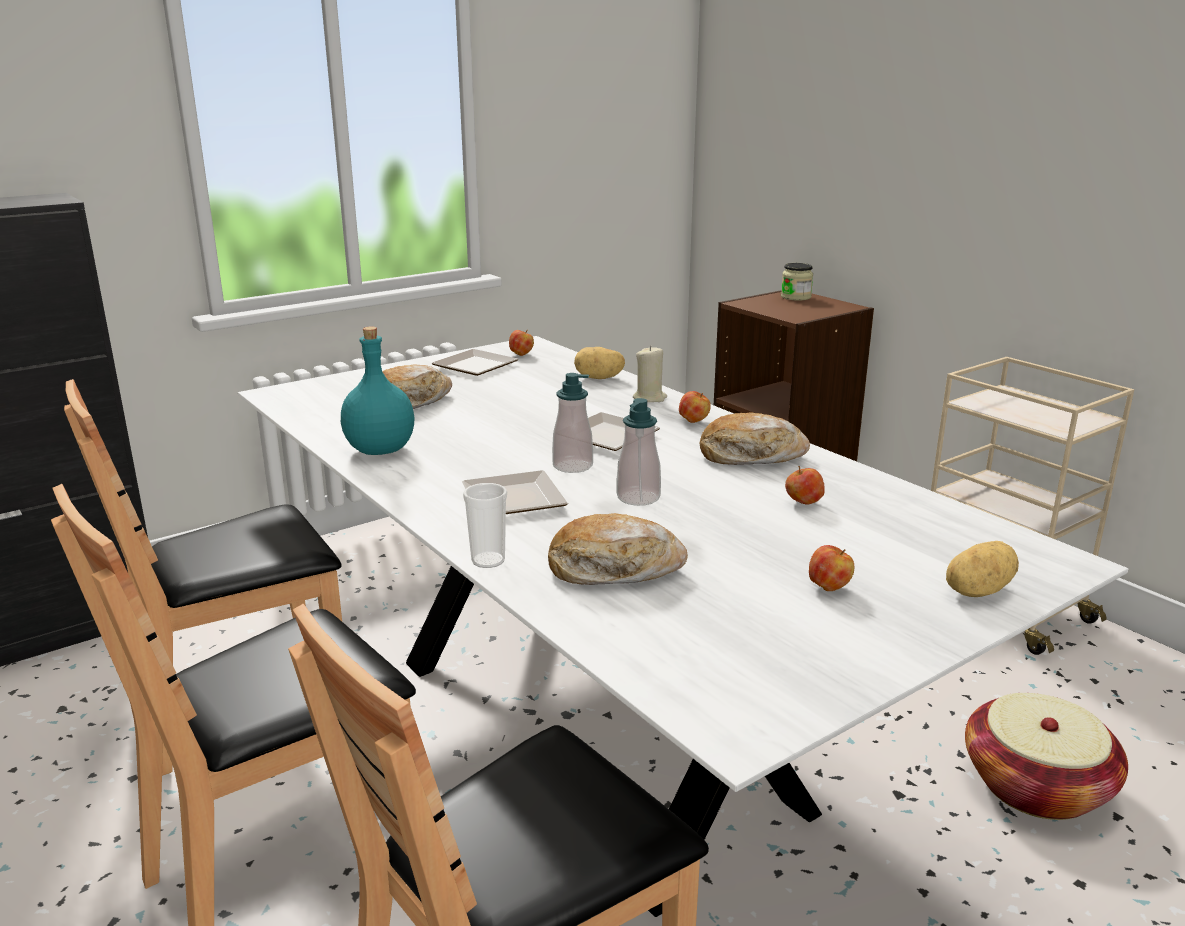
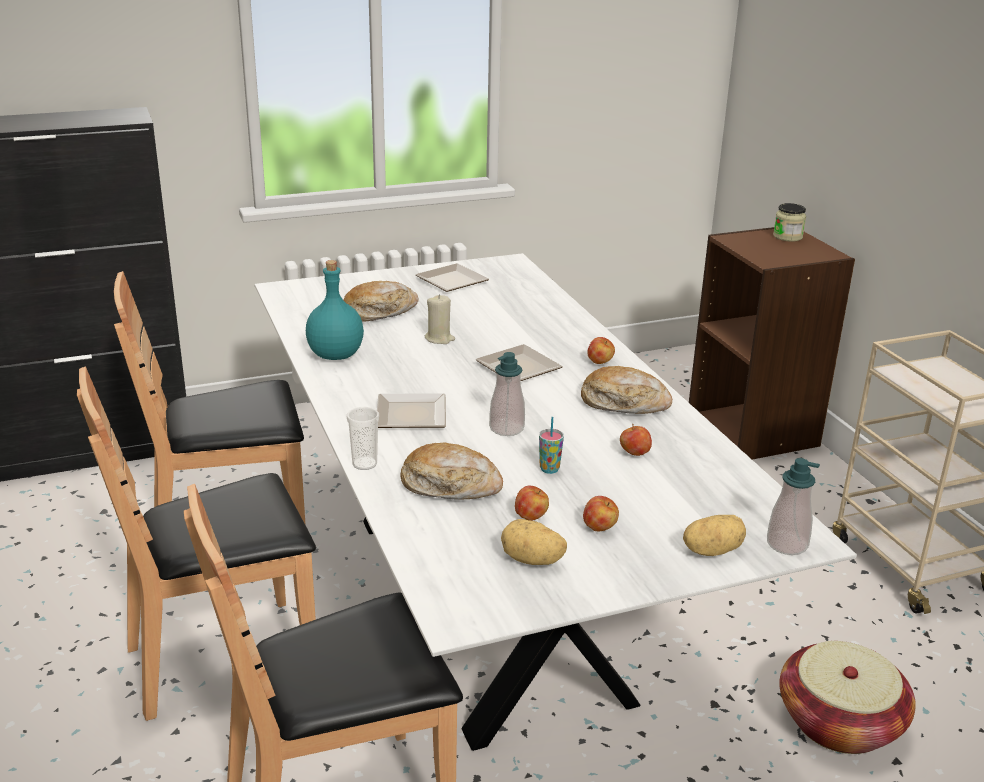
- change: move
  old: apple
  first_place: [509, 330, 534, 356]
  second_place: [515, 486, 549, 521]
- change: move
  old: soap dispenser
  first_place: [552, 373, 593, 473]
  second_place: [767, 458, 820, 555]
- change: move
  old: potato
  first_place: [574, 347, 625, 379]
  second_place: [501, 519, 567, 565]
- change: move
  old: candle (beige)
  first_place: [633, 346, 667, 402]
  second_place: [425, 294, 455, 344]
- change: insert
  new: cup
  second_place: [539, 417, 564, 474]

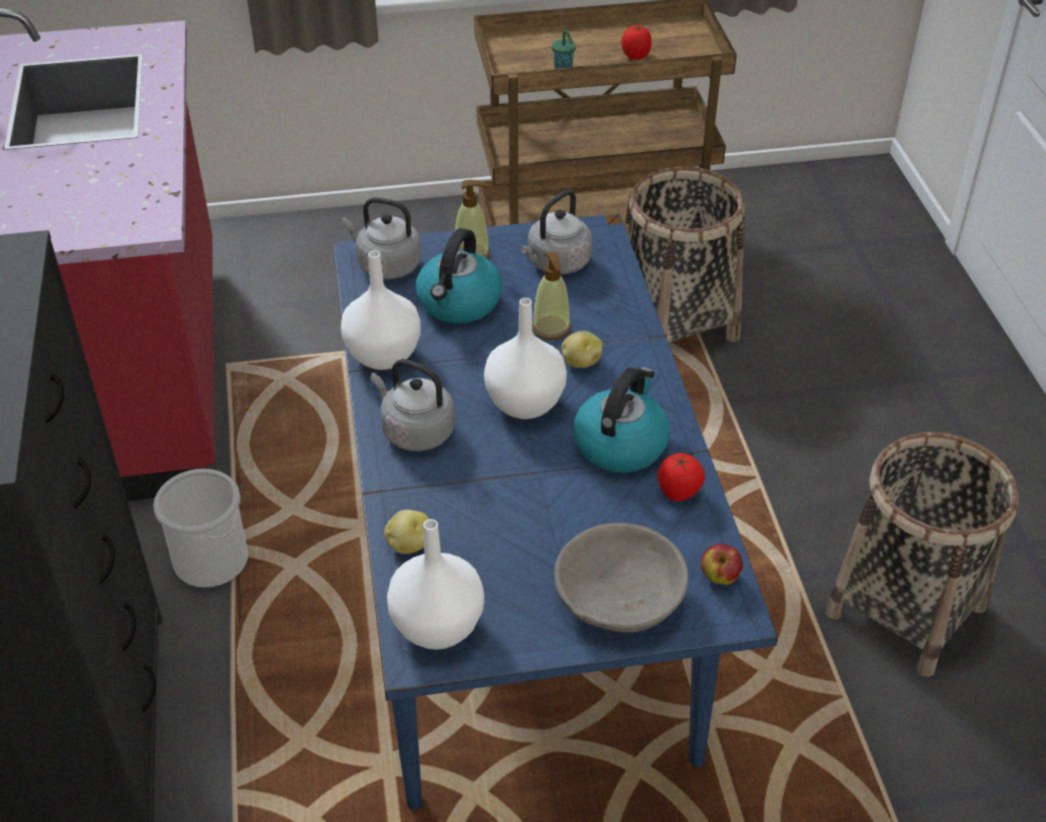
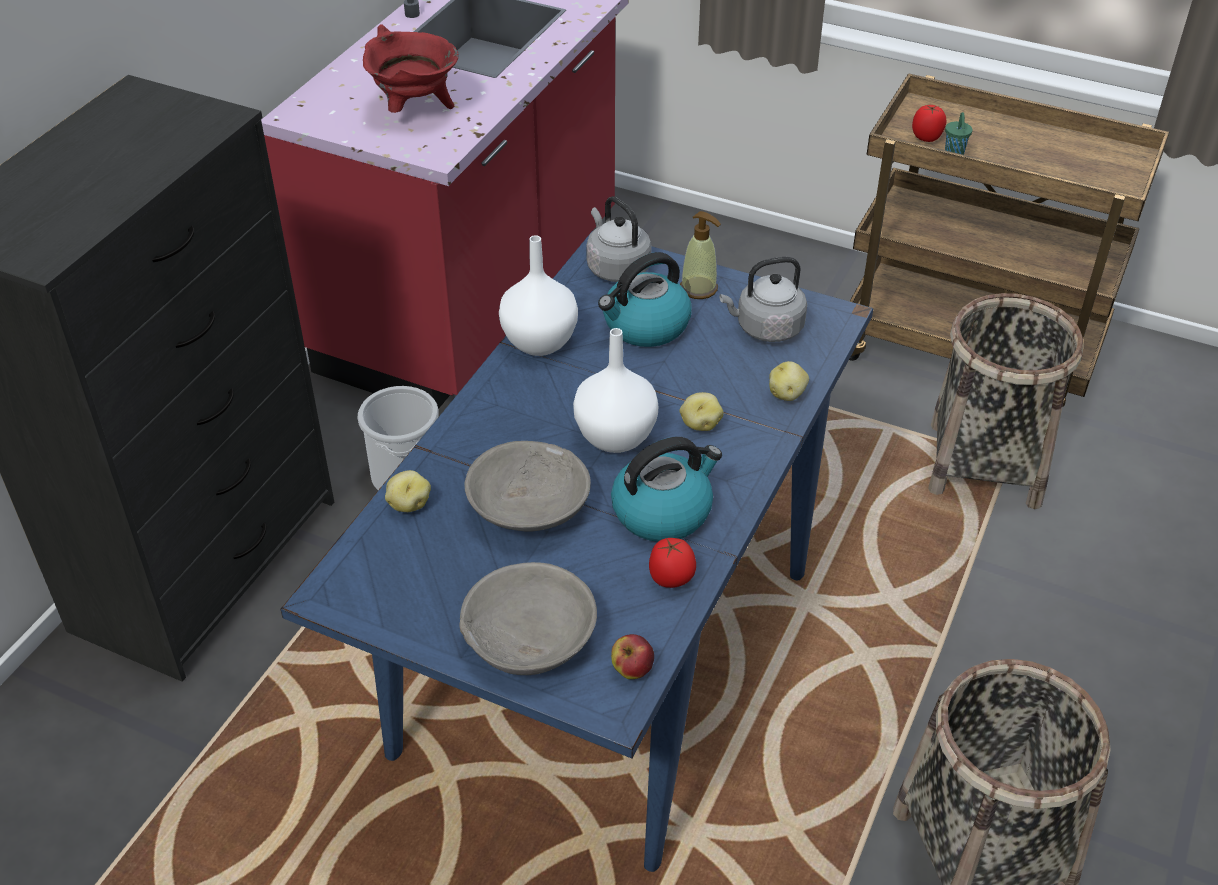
- change: delete
  old: kettle (grey)
  first_place: [370, 359, 455, 451]
- change: delete
  old: vase (white)
  first_place: [387, 519, 484, 650]
- change: delete
  old: soap dispenser
  first_place: [532, 252, 571, 340]
- change: move
  old: tomato
  first_place: [621, 25, 652, 59]
  second_place: [912, 105, 946, 142]
- change: insert
  new: cooking pot (red)
  second_place: [363, 24, 458, 113]
- change: insert
  new: bowl (grey)
  second_place: [464, 441, 591, 532]
- change: insert
  new: potato
  second_place: [769, 361, 809, 401]

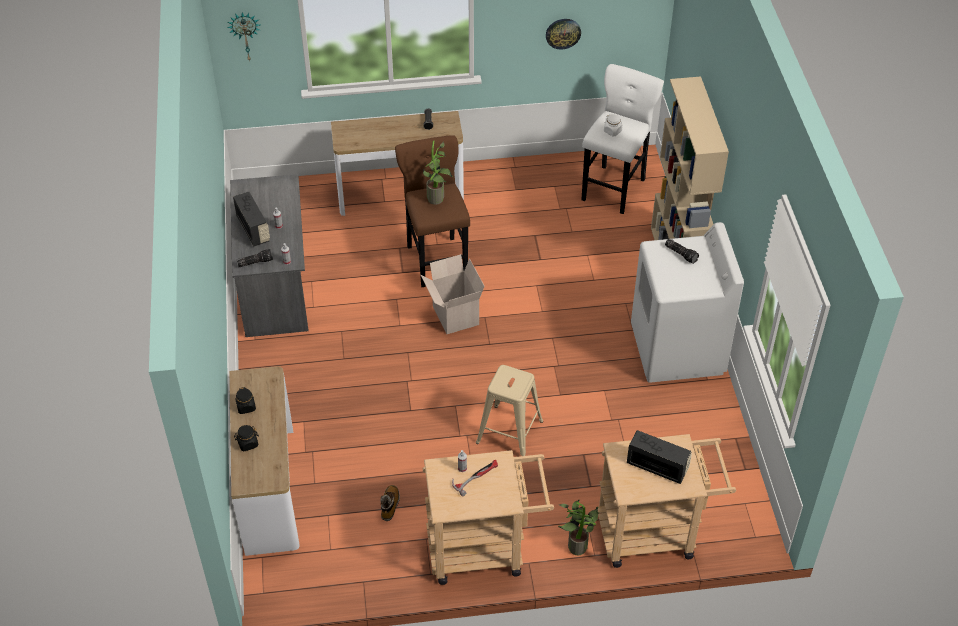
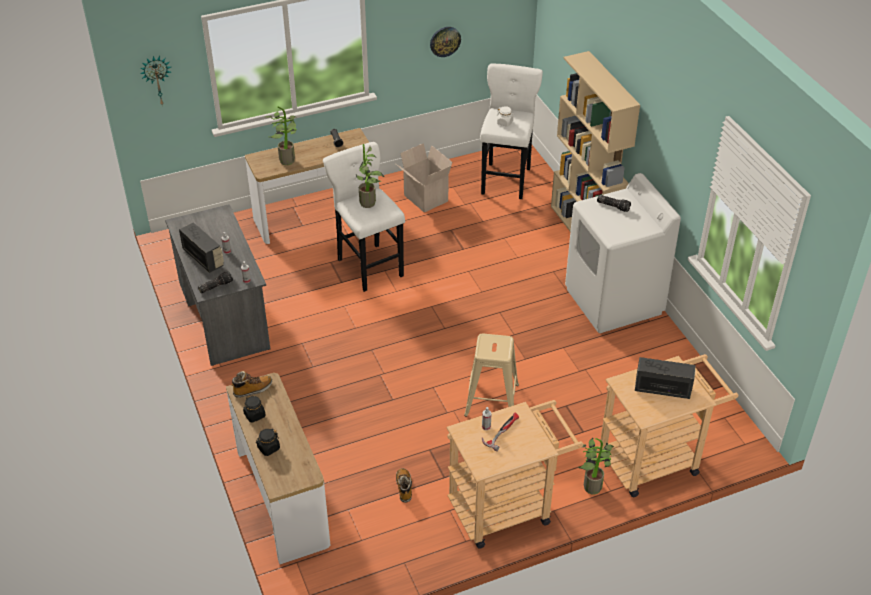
- change: recolor
  old: stool (brown)
  new: stool (white)
  first_place: [395, 135, 470, 287]
  second_place: [323, 142, 405, 292]
- change: move
  old: cardboard box
  first_place: [421, 254, 485, 334]
  second_place: [396, 143, 452, 213]
- change: insert
  new: boot
  second_place: [231, 371, 272, 398]
- change: insert
  new: potted plant
  second_place: [265, 106, 296, 165]

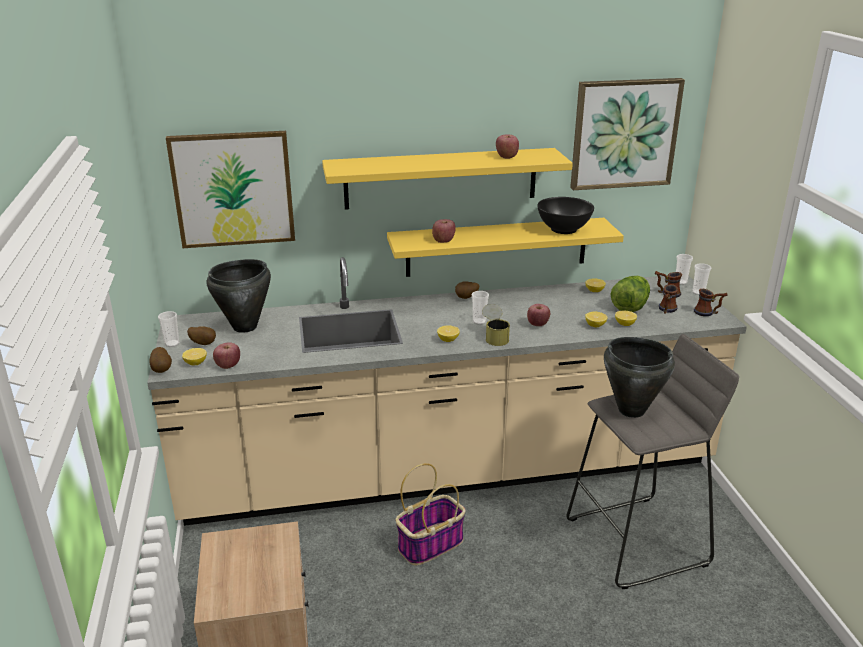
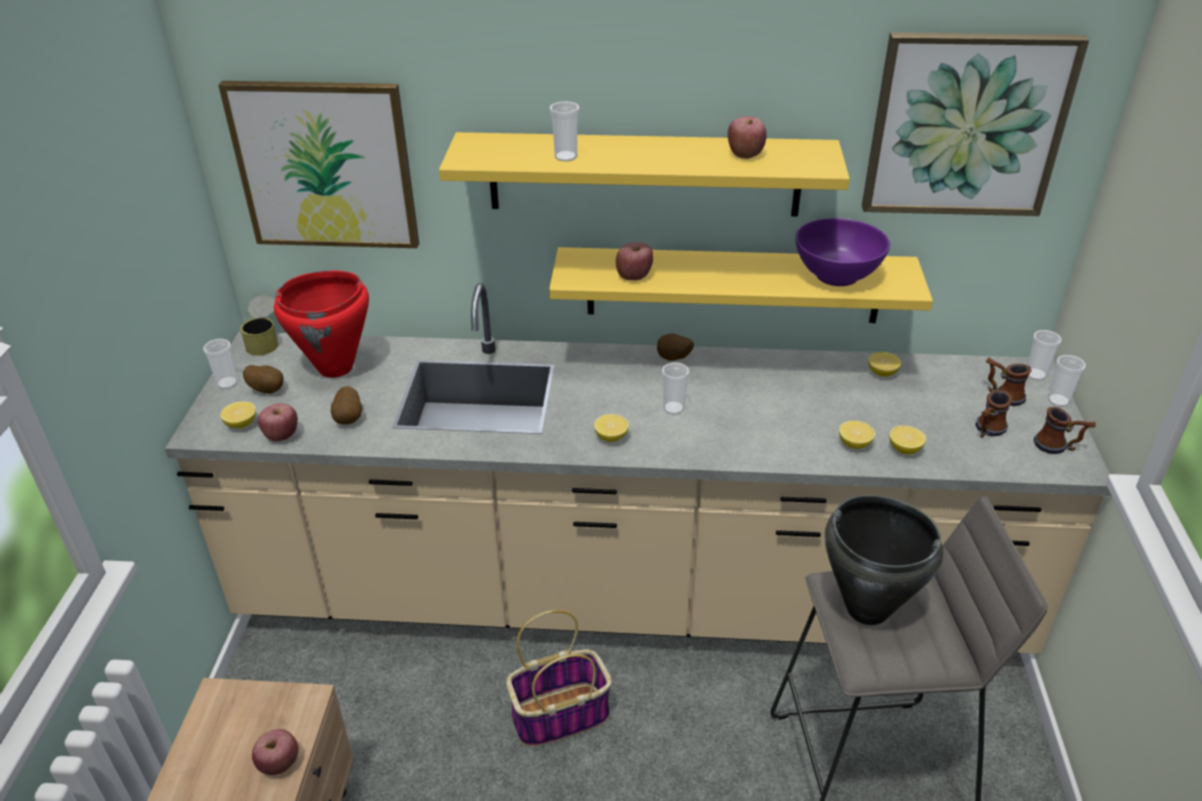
- change: move
  old: potato
  first_place: [149, 347, 172, 373]
  second_place: [331, 386, 362, 425]
- change: recolor
  old: cooking pot (black)
  new: cooking pot (red)
  first_place: [207, 259, 271, 333]
  second_place: [274, 271, 369, 378]
- change: move
  old: can
  first_place: [482, 304, 510, 346]
  second_place: [240, 295, 279, 356]
- change: move
  old: apple
  first_place: [527, 304, 550, 326]
  second_place: [252, 729, 299, 775]
- change: recolor
  old: bowl (black)
  new: bowl (purple)
  first_place: [537, 197, 594, 234]
  second_place: [795, 218, 890, 286]
- change: delete
  old: lettuce
  first_place: [610, 276, 650, 312]
- change: insert
  new: cup
  second_place: [549, 101, 580, 161]

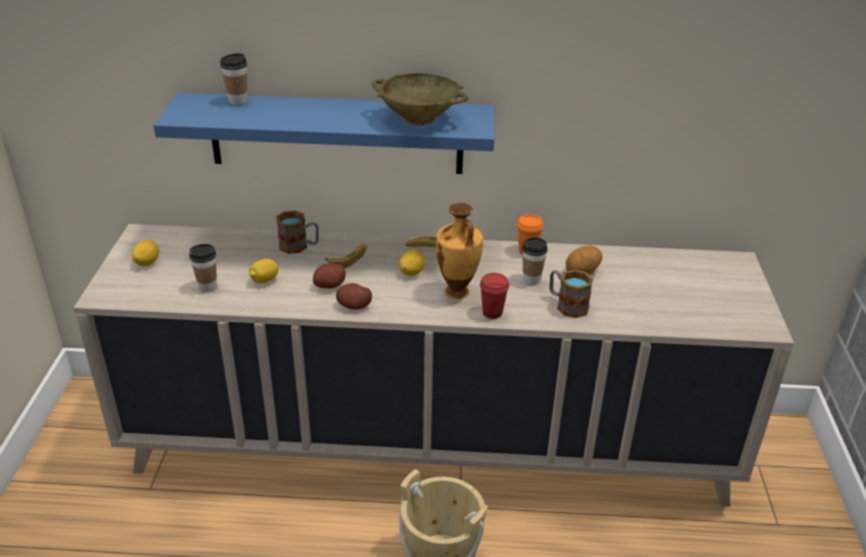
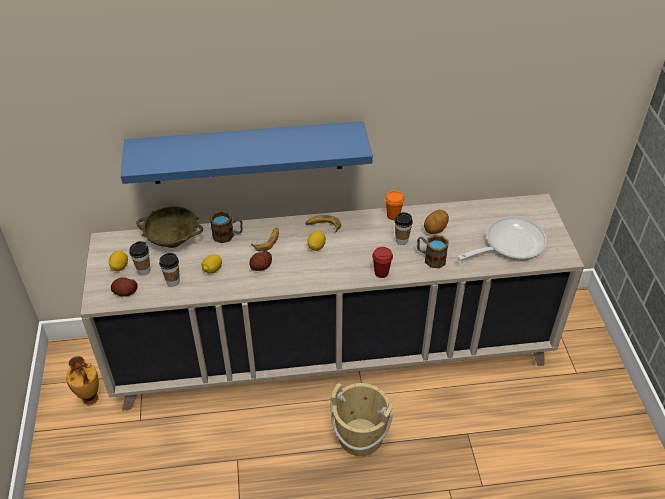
- change: move
  old: cup
  first_place: [220, 53, 247, 105]
  second_place: [129, 241, 151, 275]
- change: move
  old: potato
  first_place: [336, 283, 372, 310]
  second_place: [111, 277, 137, 297]
- change: move
  old: bowl (beige)
  first_place: [371, 73, 468, 126]
  second_place: [136, 206, 203, 248]
- change: move
  old: vase
  first_place: [436, 203, 483, 299]
  second_place: [66, 356, 99, 406]
- change: insert
  new: frying pan
  second_place: [458, 216, 548, 260]

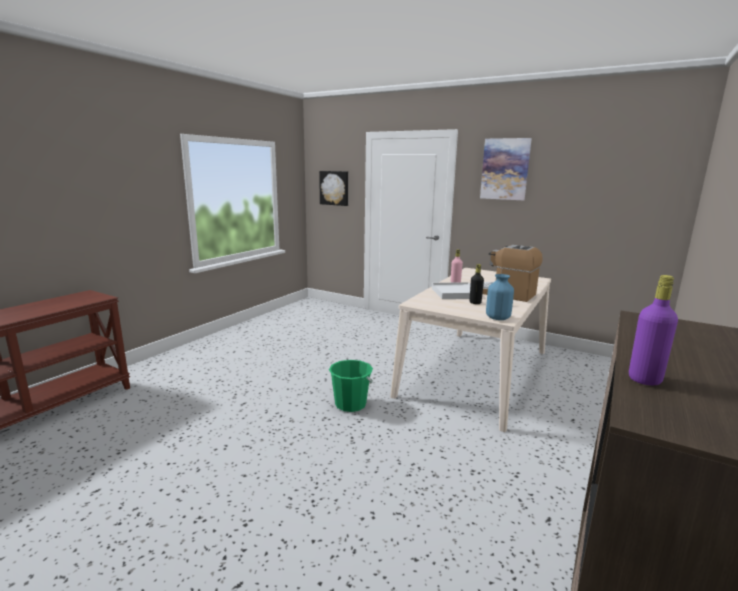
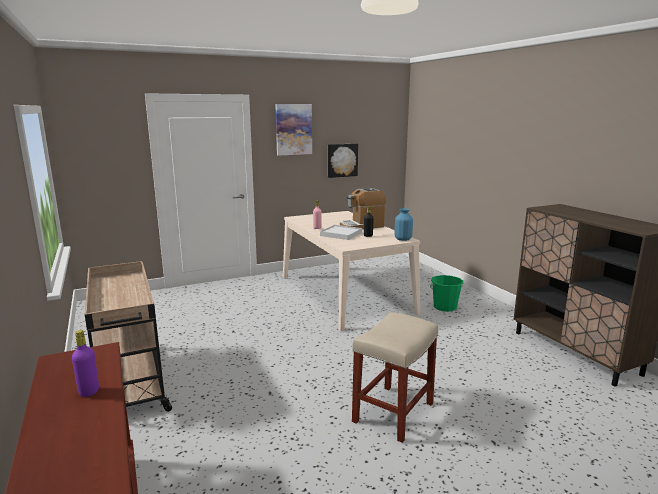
- change: move
  old: picture
  first_place: [319, 171, 348, 206]
  second_place: [328, 143, 358, 178]
- change: move
  old: bucket (green)
  first_place: [329, 360, 373, 412]
  second_place: [430, 275, 463, 312]
- change: move
  old: bottle (purple)
  first_place: [629, 275, 678, 385]
  second_place: [72, 330, 99, 397]
- change: insert
  new: cart (beige)
  second_place: [85, 261, 172, 412]
- change: insert
  new: stool (beige)
  second_place: [352, 312, 438, 443]

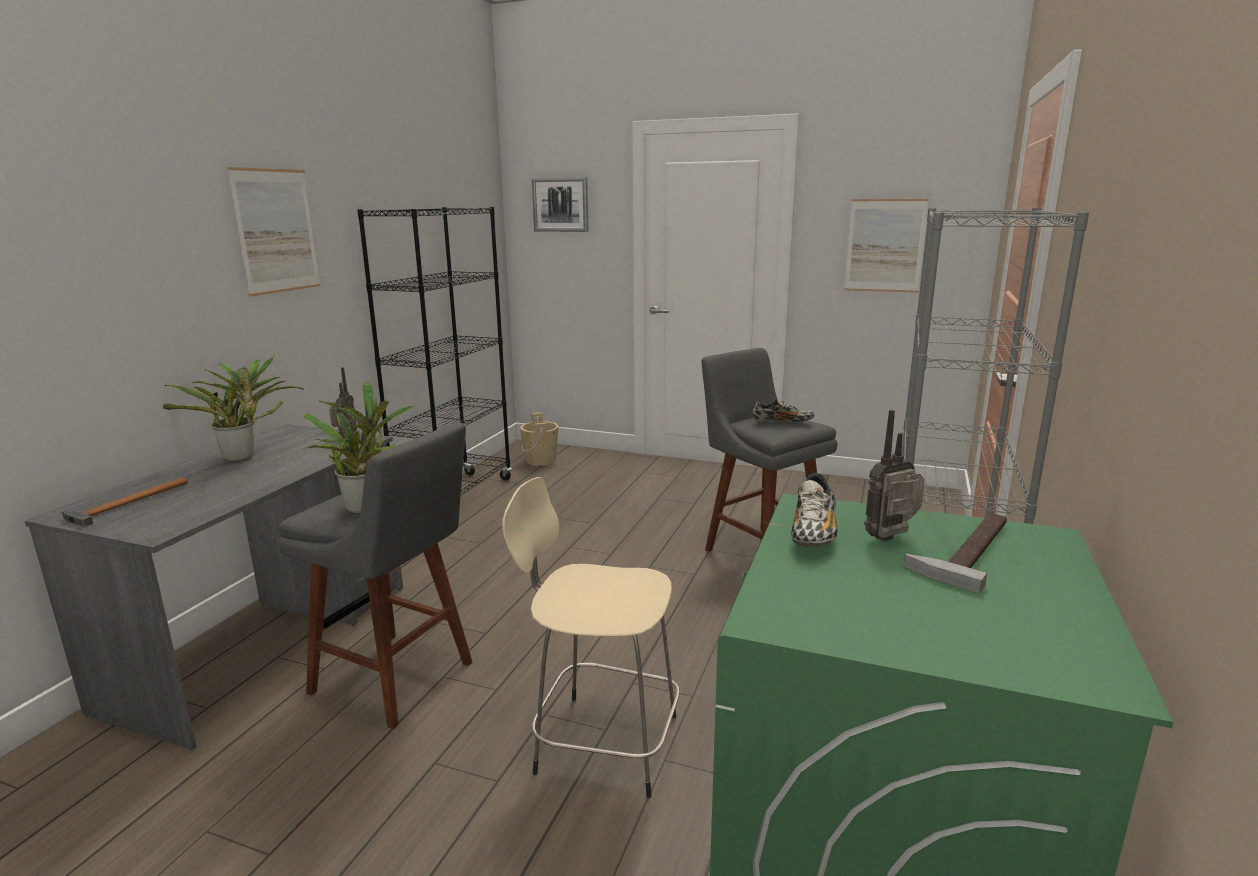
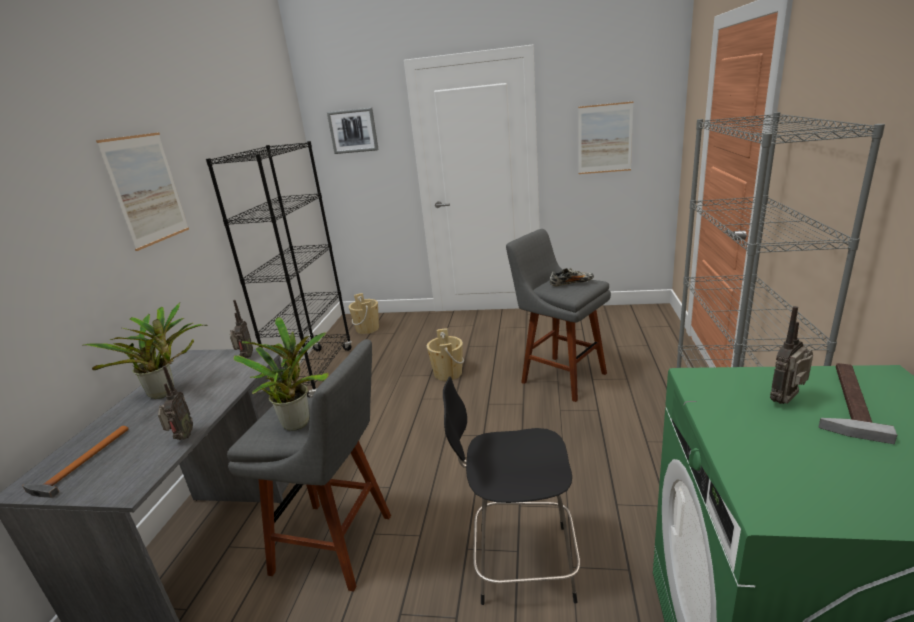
- change: recolor
  old: stool (beige)
  new: stool (black)
  first_place: [502, 477, 680, 798]
  second_place: [443, 376, 580, 605]
- change: delete
  old: shoe
  first_place: [791, 473, 838, 547]
- change: insert
  new: radio
  second_place: [158, 366, 193, 440]
- change: insert
  new: bucket (beige)
  second_place: [427, 328, 464, 381]

